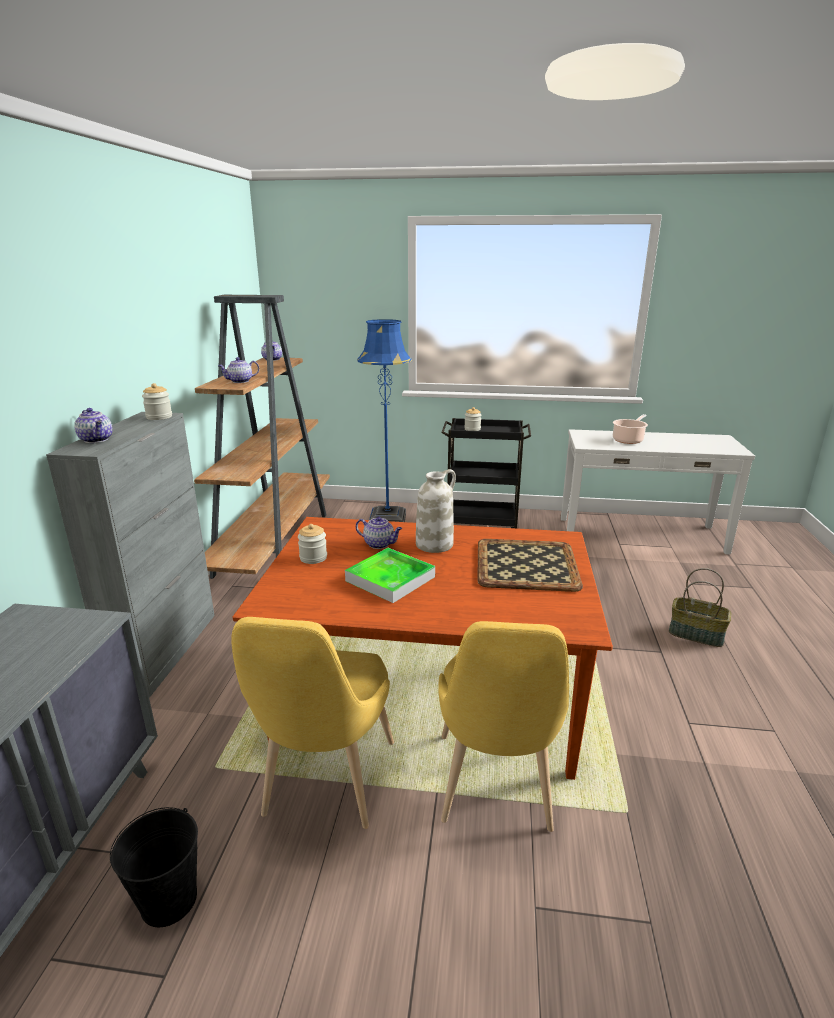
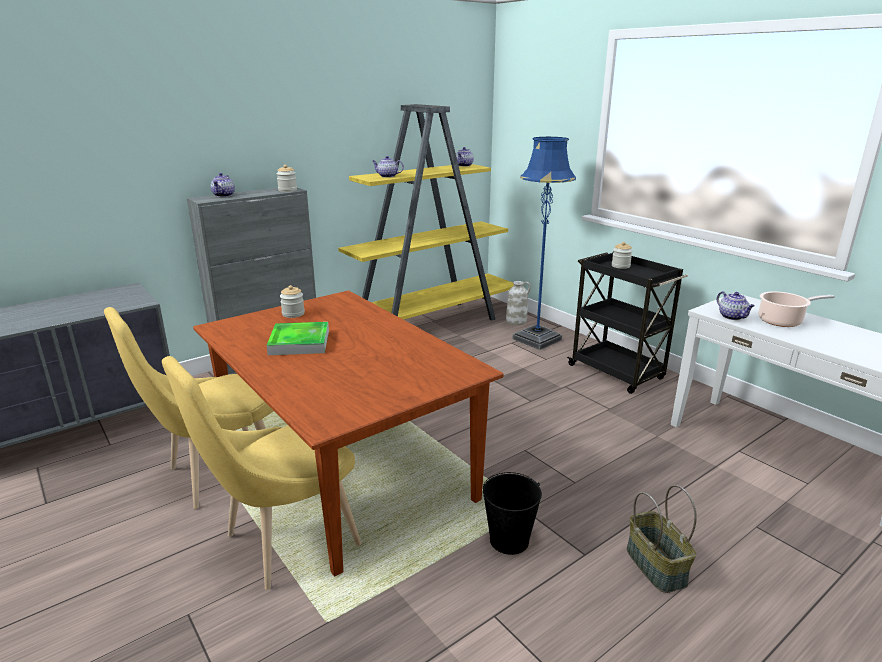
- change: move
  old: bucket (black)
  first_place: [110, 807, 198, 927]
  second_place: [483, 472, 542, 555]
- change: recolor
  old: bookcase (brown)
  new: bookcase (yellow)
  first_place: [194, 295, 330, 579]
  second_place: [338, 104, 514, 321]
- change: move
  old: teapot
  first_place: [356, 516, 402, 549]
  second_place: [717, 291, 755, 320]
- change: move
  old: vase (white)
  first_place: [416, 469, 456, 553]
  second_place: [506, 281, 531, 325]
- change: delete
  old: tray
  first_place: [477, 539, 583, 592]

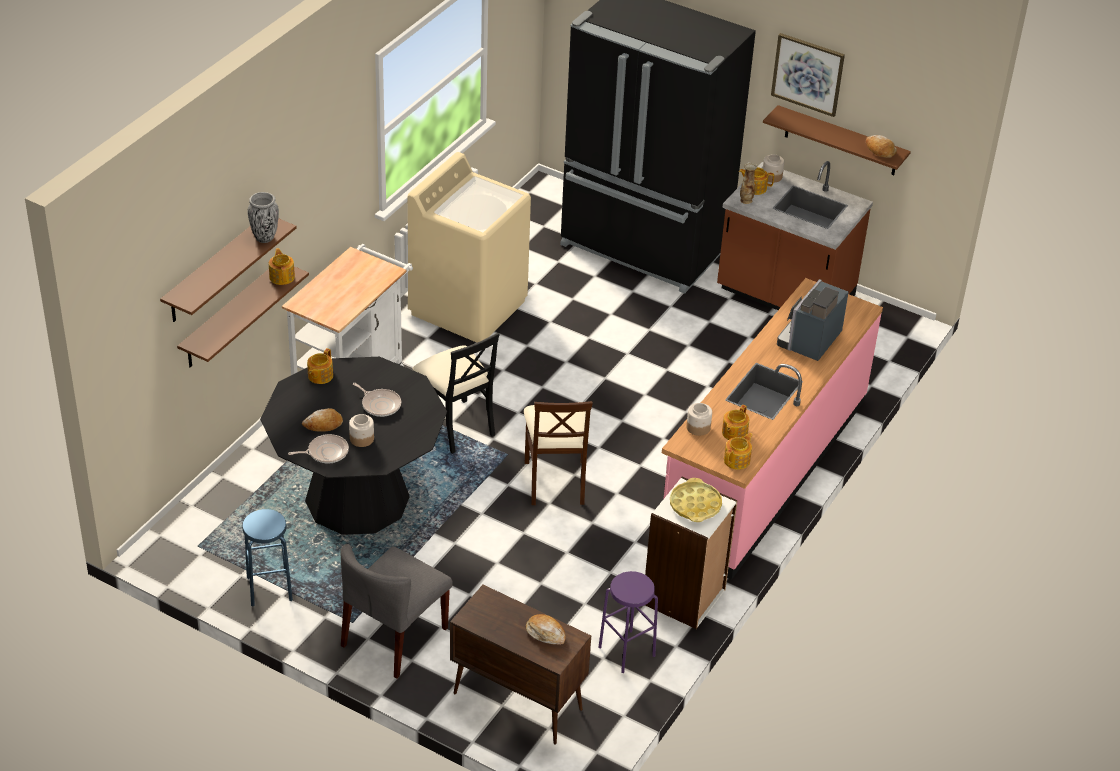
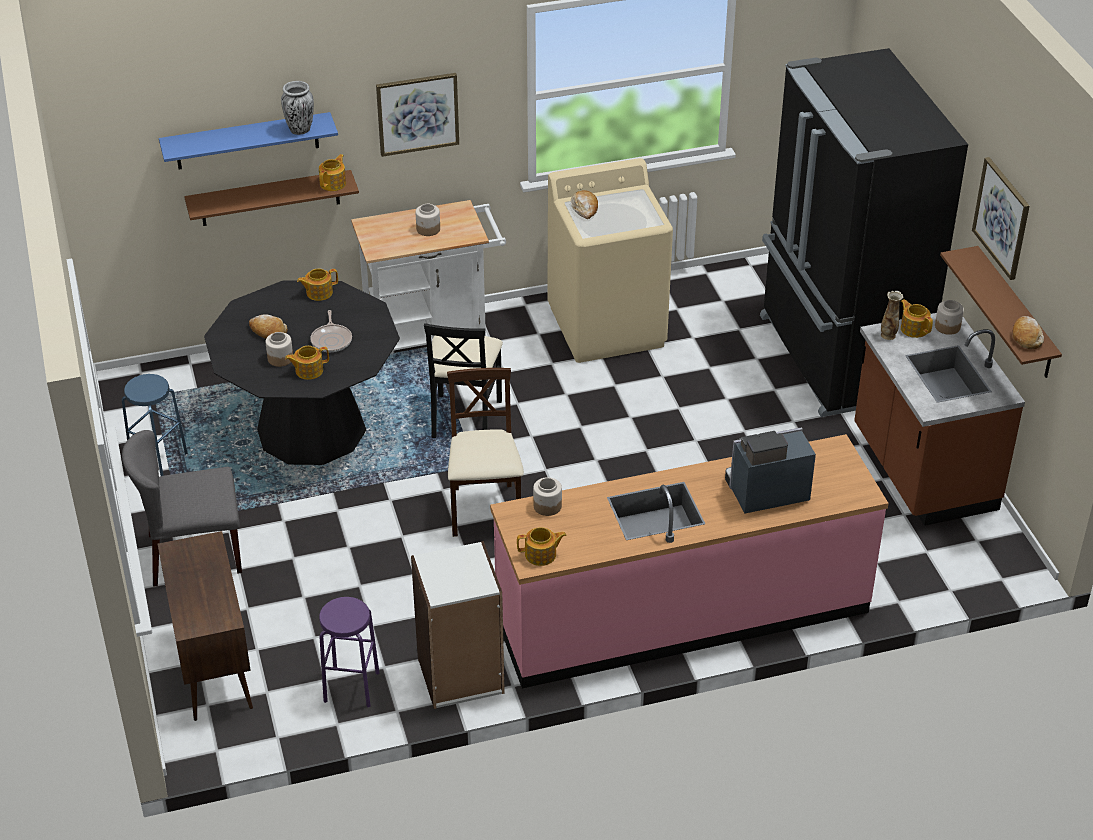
- change: recolor
  old: shelf (brown)
  new: shelf (blue)
  first_place: [160, 218, 297, 322]
  second_place: [159, 112, 338, 170]
- change: delete
  old: frying pan
  first_place: [288, 434, 349, 463]
- change: rotate
  old: chair (beige)
  first_place: [524, 401, 593, 505]
  second_place: [447, 368, 524, 537]
  degrees: 135
- change: move
  old: bread
  first_place: [526, 614, 566, 645]
  second_place: [571, 190, 598, 219]
- change: delete
  old: tray (yellow)
  first_place: [670, 478, 722, 522]
- change: move
  old: teapot
  first_place: [722, 405, 749, 440]
  second_place: [285, 346, 329, 380]
- change: insert
  new: picture
  second_place: [376, 73, 459, 157]
- change: insert
  new: jar
  second_place: [415, 204, 440, 236]

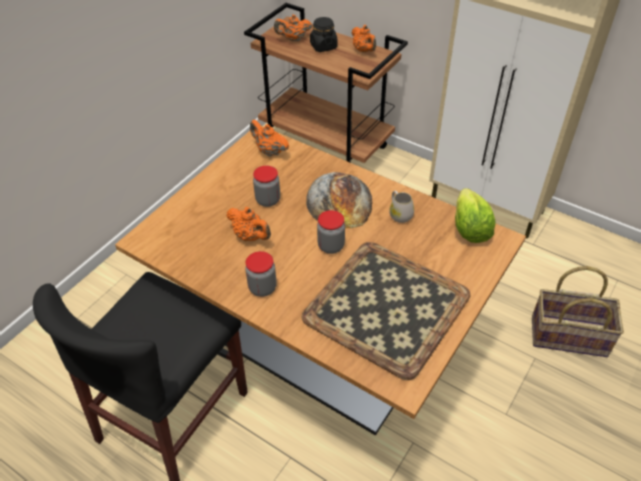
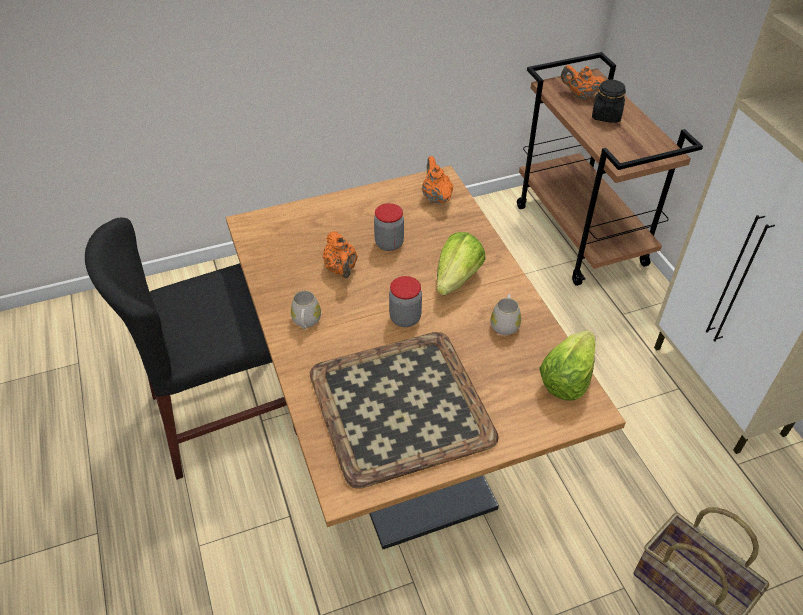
- change: replace
  old: jar
  new: mug (white)
  first_place: [245, 251, 277, 297]
  second_place: [291, 290, 321, 329]
- change: replace
  old: bread
  new: lettuce
  first_place: [306, 172, 373, 228]
  second_place: [437, 232, 486, 295]
- change: delete
  old: teapot (orange)
  first_place: [352, 25, 376, 52]

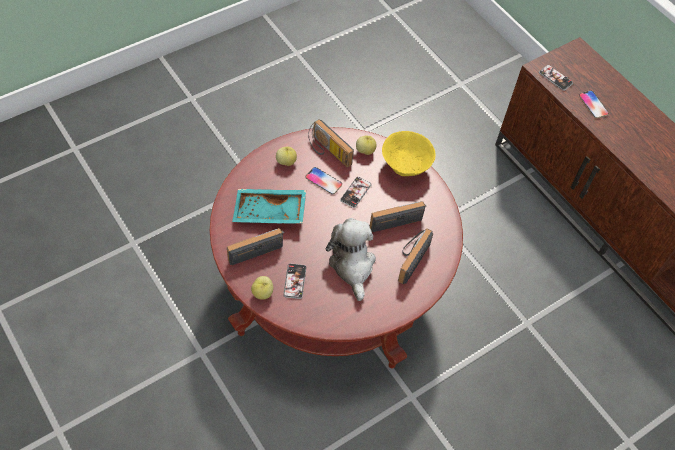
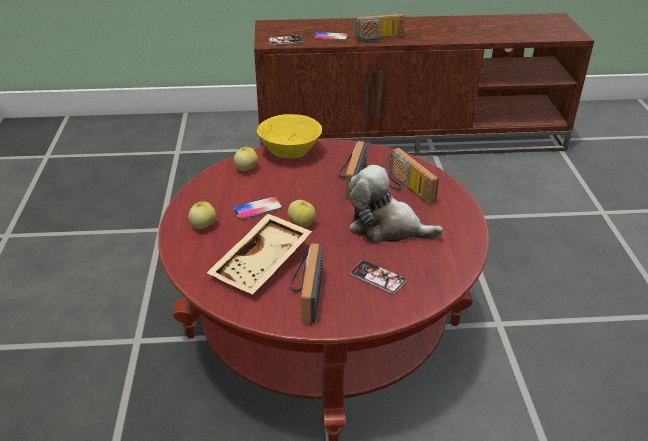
- change: recolor
  old: tray (turquoise)
  new: tray (beige)
  first_place: [232, 189, 306, 224]
  second_place: [207, 213, 312, 294]
- change: move
  old: apple
  first_place: [251, 276, 273, 300]
  second_place: [288, 200, 316, 228]
- change: move
  old: radio
  first_place: [308, 119, 354, 167]
  second_place: [353, 14, 405, 43]
- change: delete
  old: phone
  first_place: [340, 177, 372, 208]

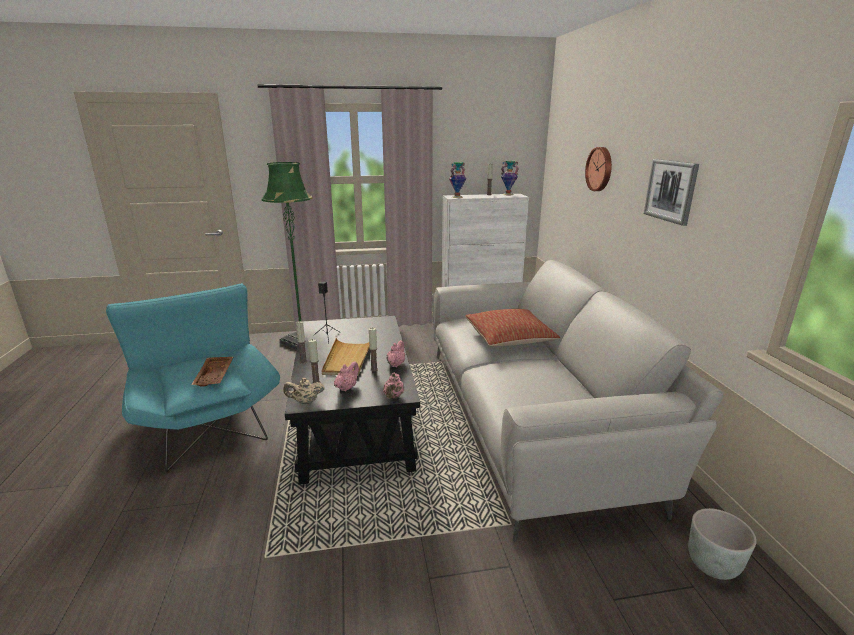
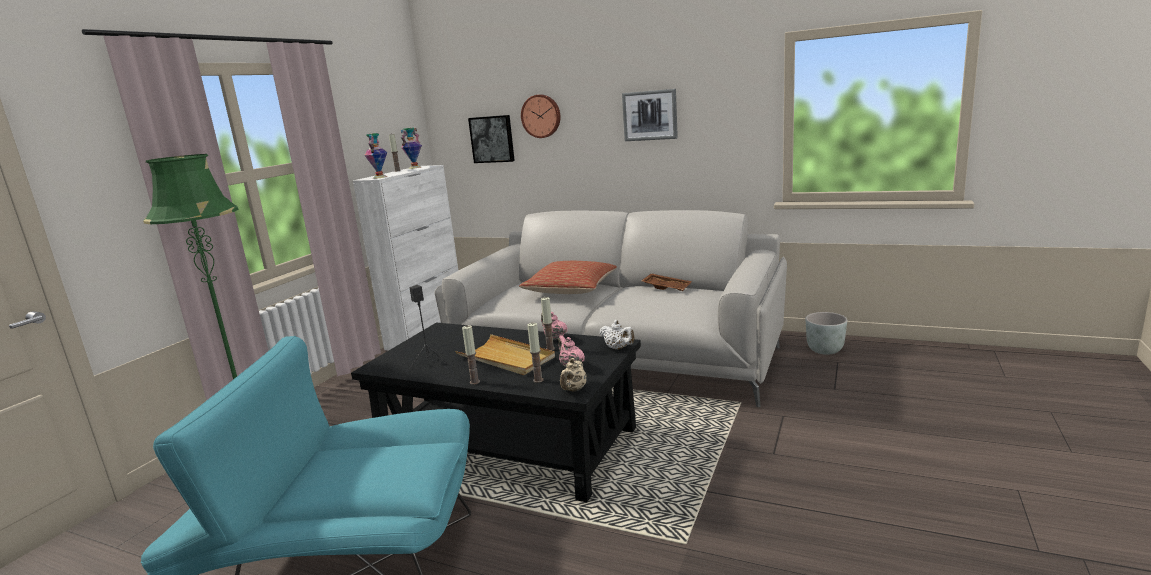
- change: move
  old: tray (brown)
  first_place: [192, 357, 233, 386]
  second_place: [641, 273, 692, 291]
- change: recolor
  old: teapot (pink)
  new: teapot (white)
  first_place: [383, 372, 404, 399]
  second_place: [600, 320, 635, 350]
- change: insert
  new: picture
  second_place: [468, 115, 515, 163]

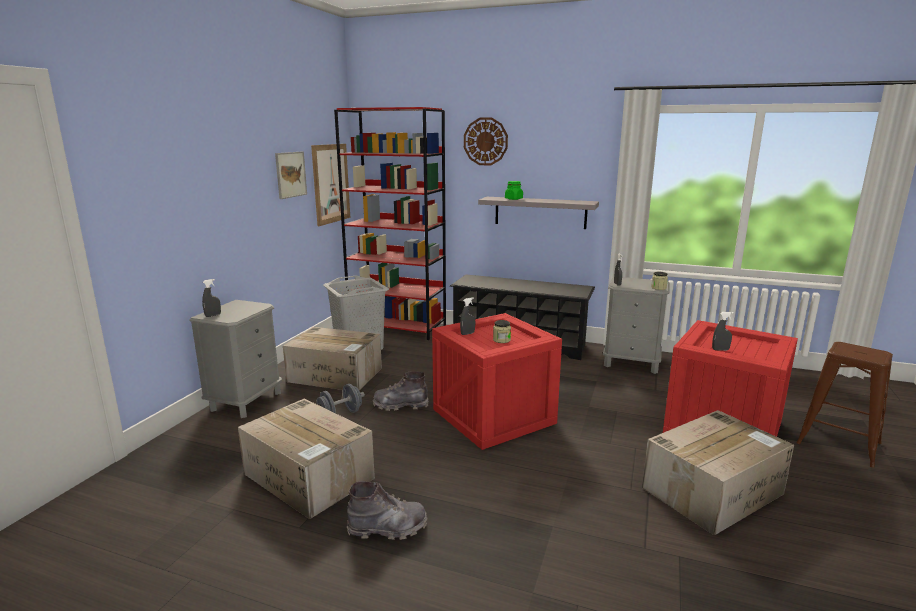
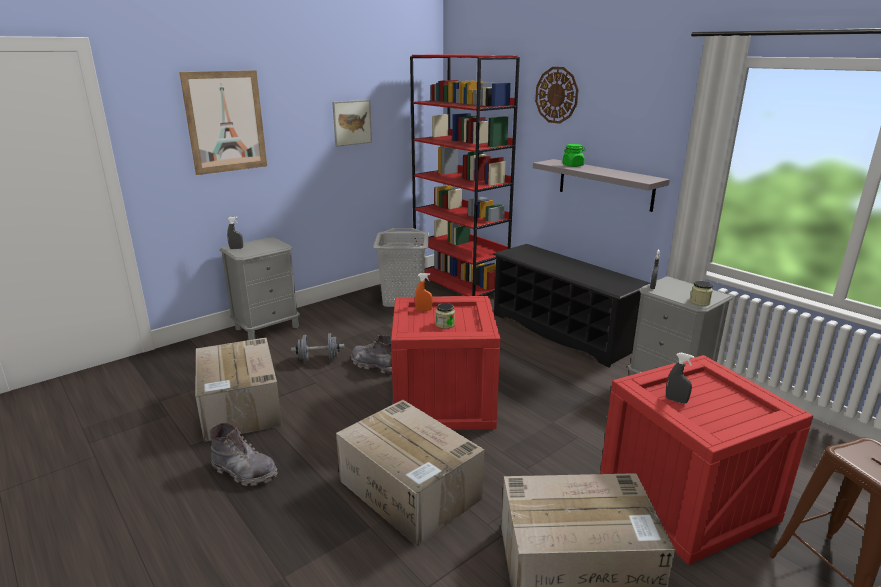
- change: move
  old: cardboard box
  first_place: [283, 327, 382, 391]
  second_place: [336, 400, 484, 547]
- change: move
  old: picture
  first_place: [311, 144, 350, 226]
  second_place: [179, 70, 267, 175]
- change: recolor
  old: spray bottle (grey)
  new: spray bottle (orange)
  first_place: [460, 297, 475, 335]
  second_place: [415, 273, 433, 311]

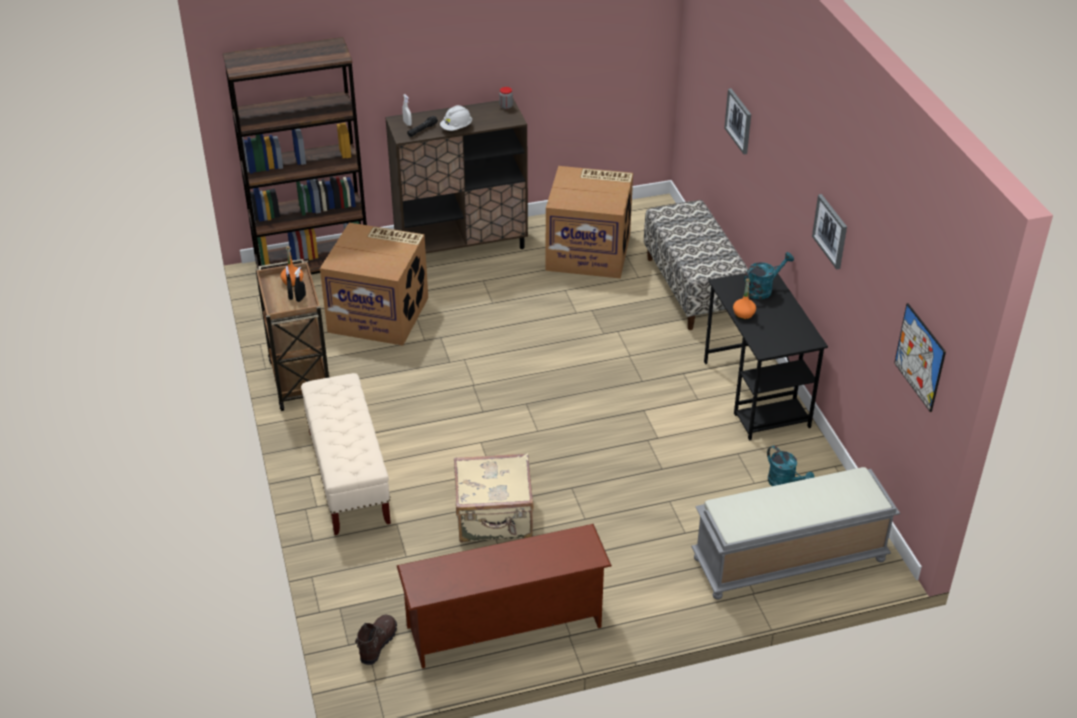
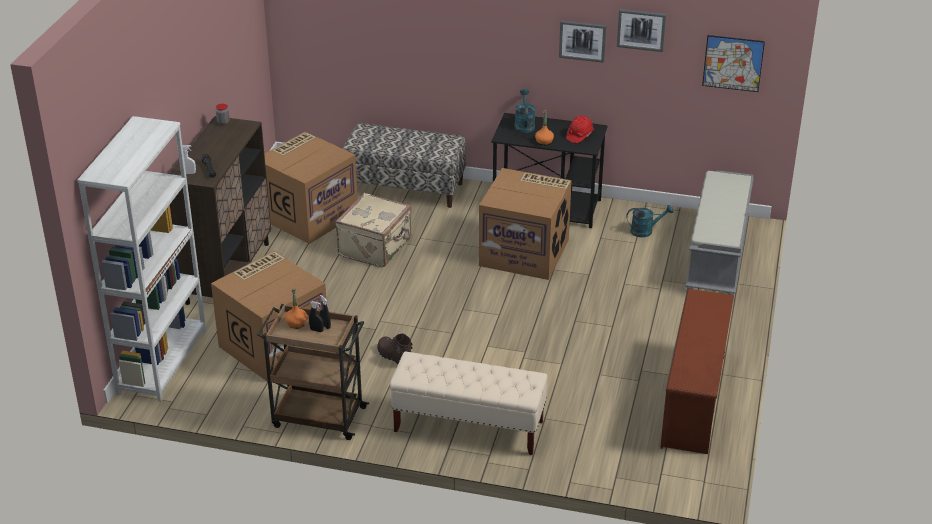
- change: recolor
  old: bookcase (brown)
  new: bookcase (white)
  first_place: [223, 37, 367, 275]
  second_place: [78, 116, 206, 402]
- change: move
  old: boot (brown)
  first_place: [355, 615, 397, 665]
  second_place: [377, 333, 413, 364]
- change: delete
  old: hard hat (white)
  first_place: [440, 105, 472, 131]
- change: move
  old: suitcase (beige)
  first_place: [454, 453, 534, 542]
  second_place: [335, 193, 411, 267]
- change: move
  old: picture
  first_place: [724, 88, 751, 155]
  second_place: [617, 9, 666, 52]
- change: insert
  new: cardboard box
  second_place: [479, 168, 572, 280]
- change: insert
  new: hard hat (red)
  second_place: [566, 116, 594, 143]

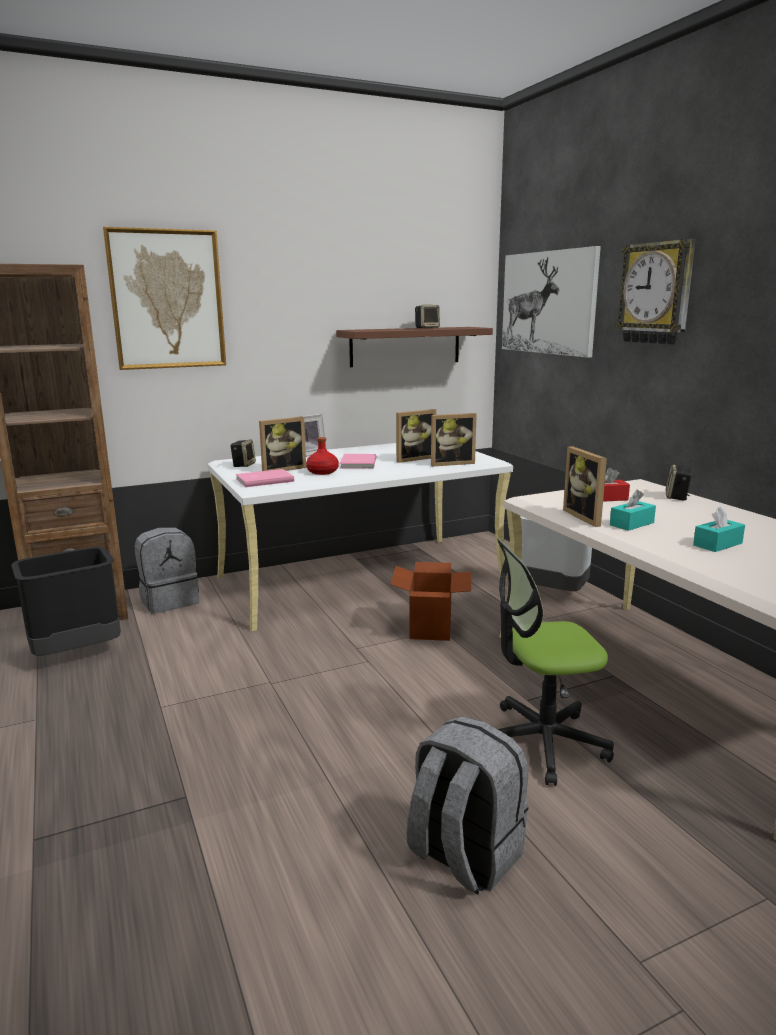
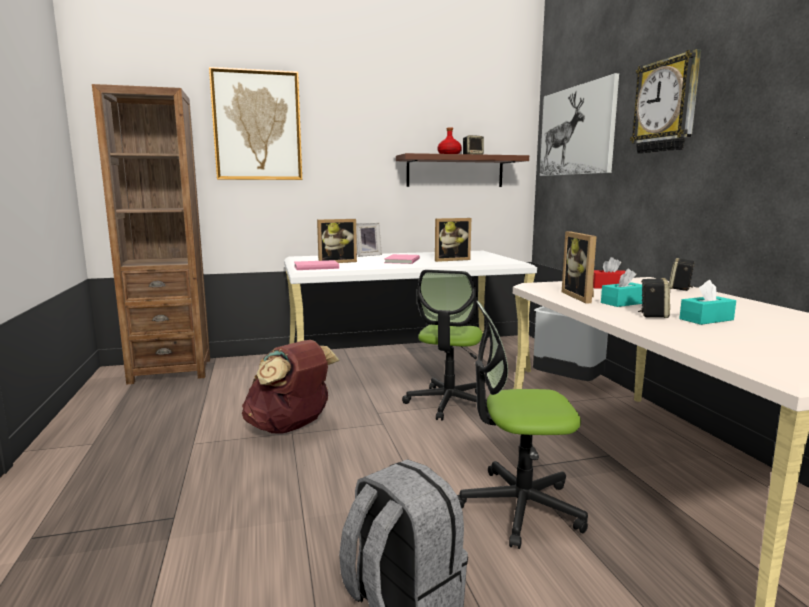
- change: delete
  old: trash can (black)
  first_place: [11, 547, 121, 656]
- change: delete
  old: backpack (grey)
  first_place: [135, 527, 199, 614]
- change: move
  old: speaker
  first_place: [230, 439, 256, 467]
  second_place: [638, 278, 670, 318]
- change: move
  old: bottle (red)
  first_place: [306, 437, 339, 475]
  second_place: [437, 127, 462, 154]
- change: replace
  old: cardboard box
  new: office chair
  first_place: [391, 562, 471, 641]
  second_place: [402, 270, 489, 421]
- change: delete
  old: picture frame
  first_place: [431, 413, 477, 467]
- change: insert
  new: backpack (brown)
  second_place: [242, 340, 339, 434]

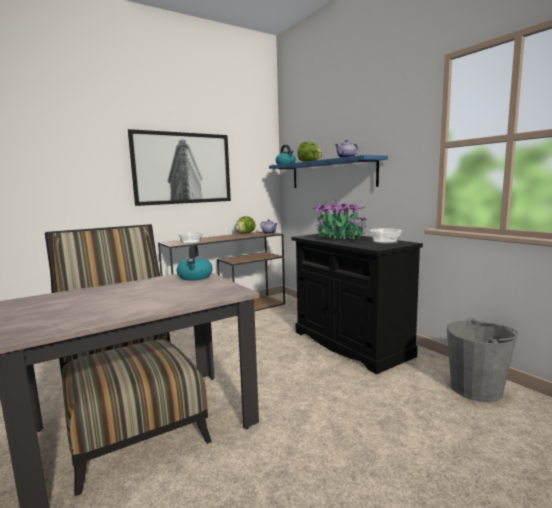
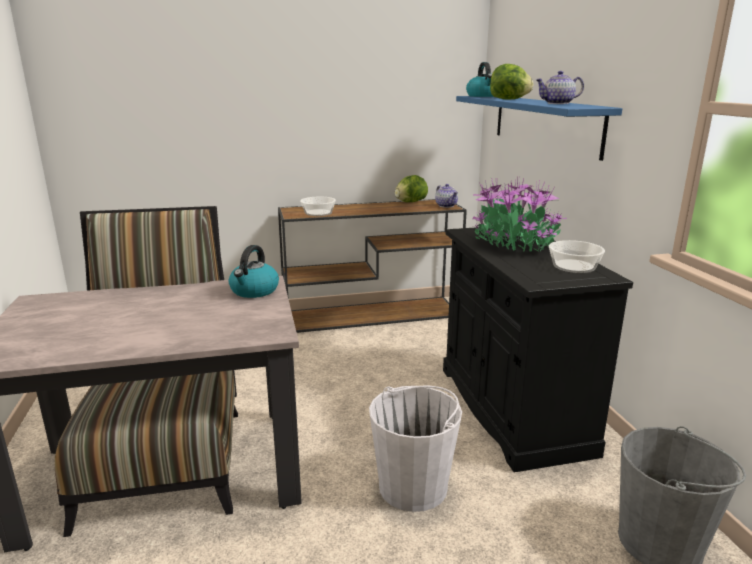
- change: delete
  old: picture
  first_place: [128, 129, 231, 206]
- change: insert
  new: bucket (white)
  second_place: [369, 385, 462, 512]

